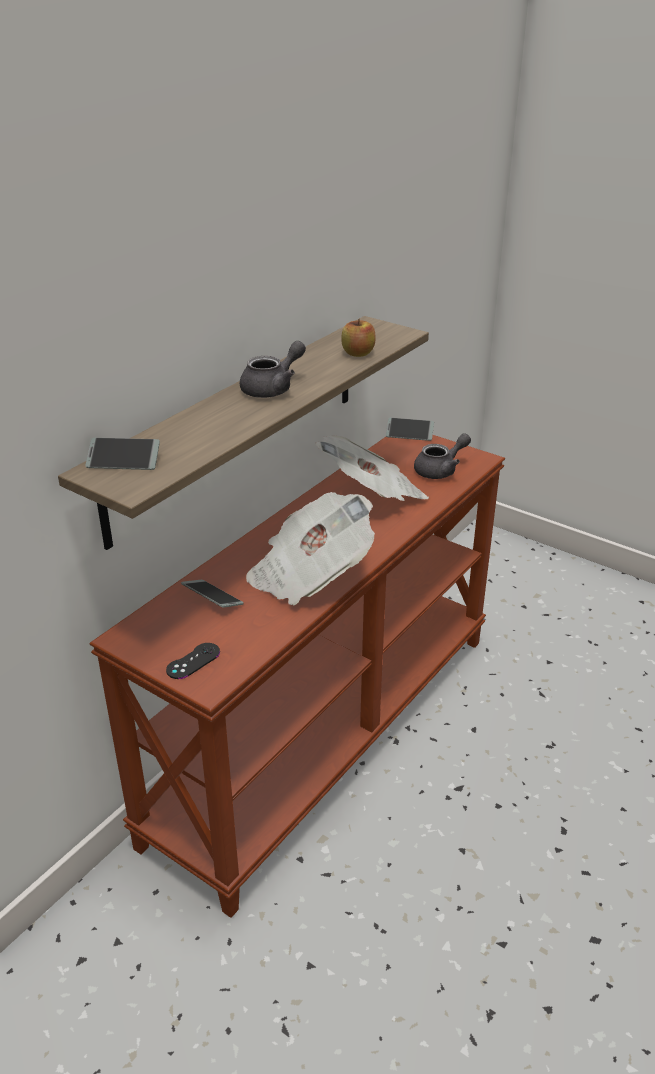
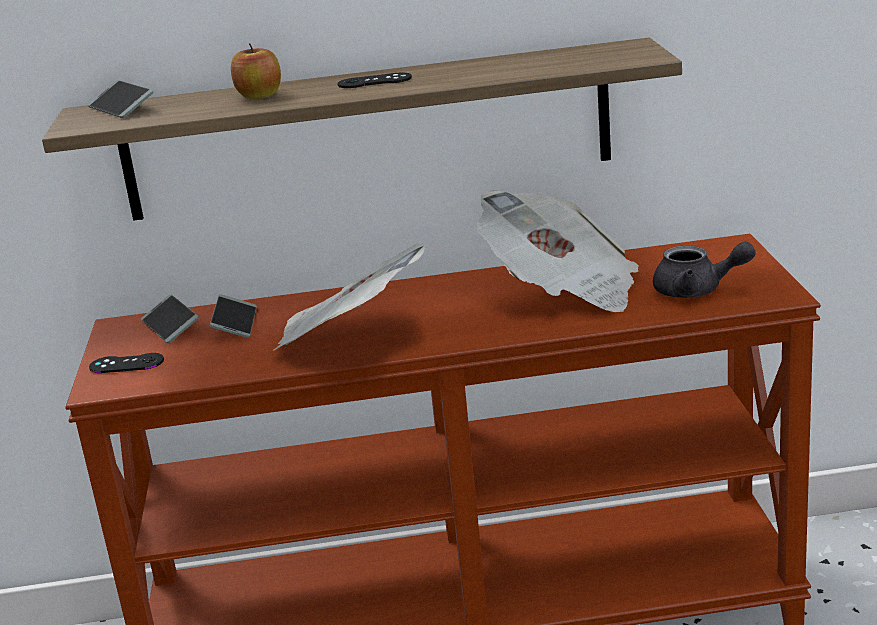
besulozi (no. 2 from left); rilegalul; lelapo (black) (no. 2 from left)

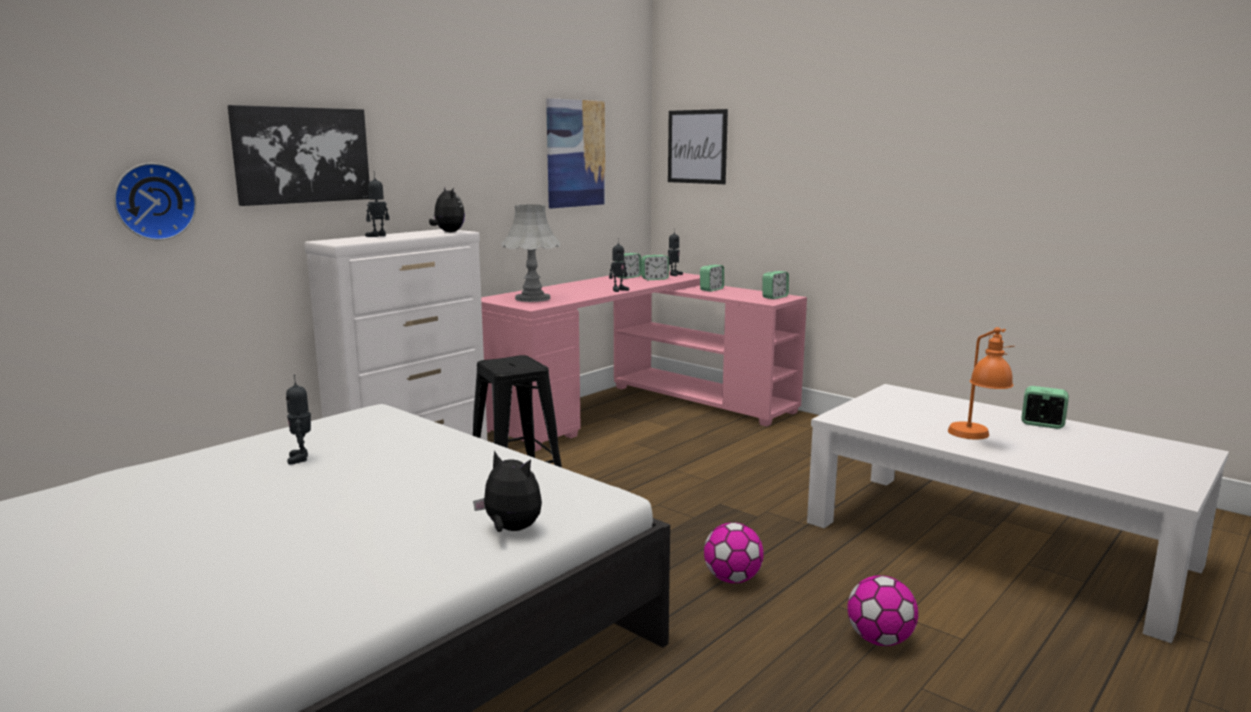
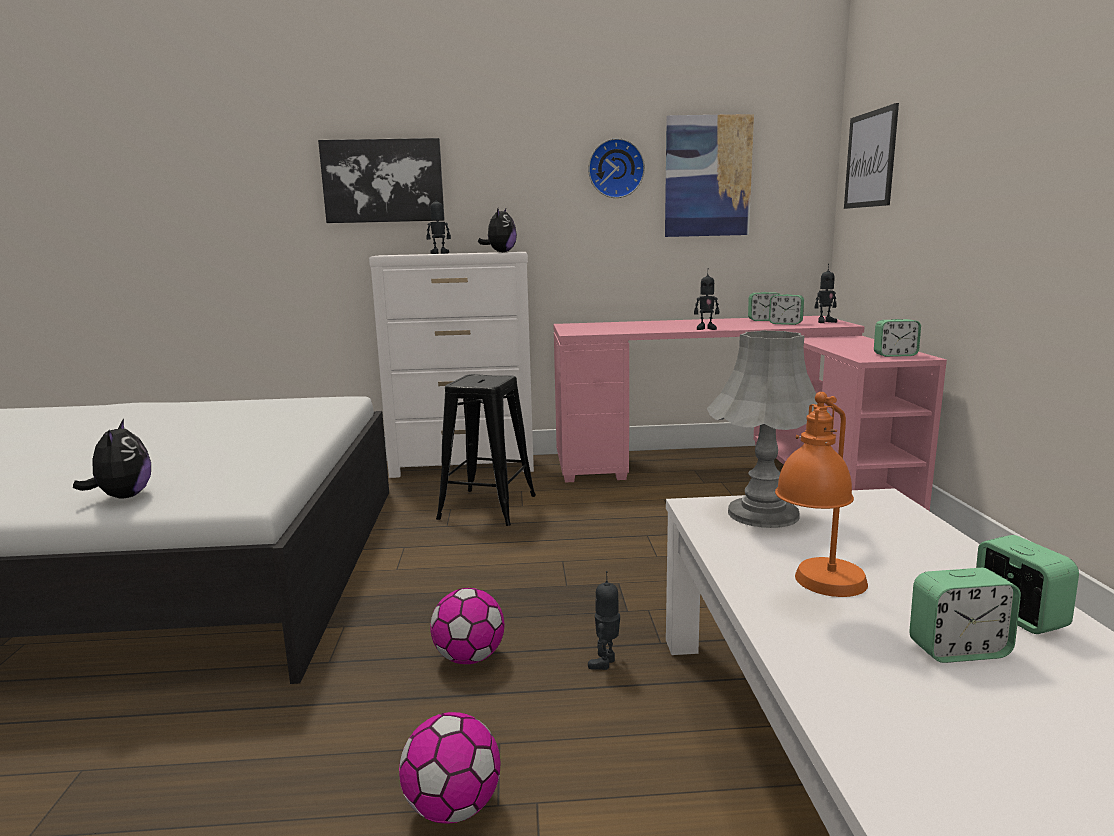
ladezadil; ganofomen (no. 2 from left); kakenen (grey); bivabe (no. 4 from left)

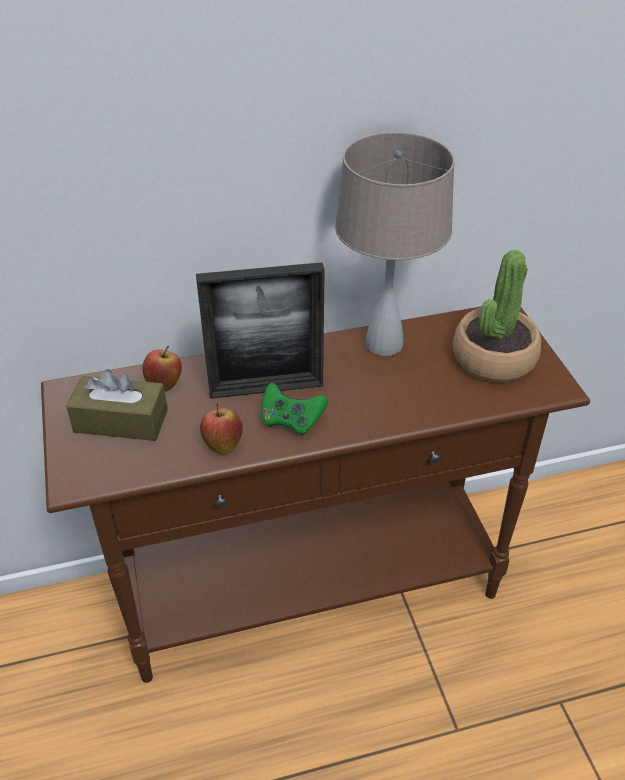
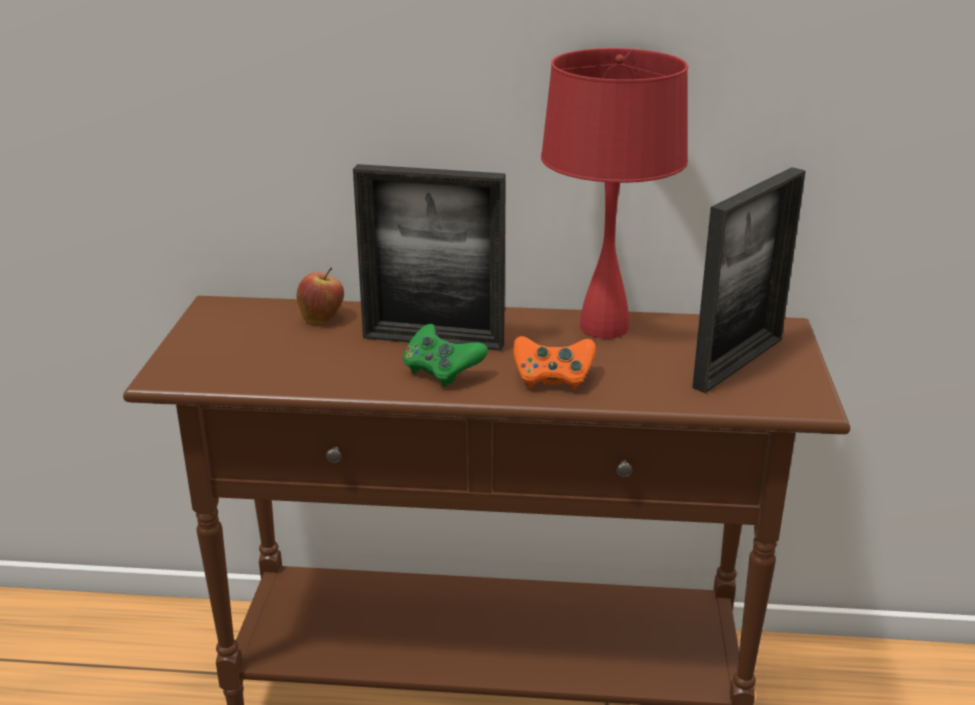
lelapo (orange); kakenen (red); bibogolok (no. 2 from left); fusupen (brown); rilegalul (no. 2 from left in the first image)

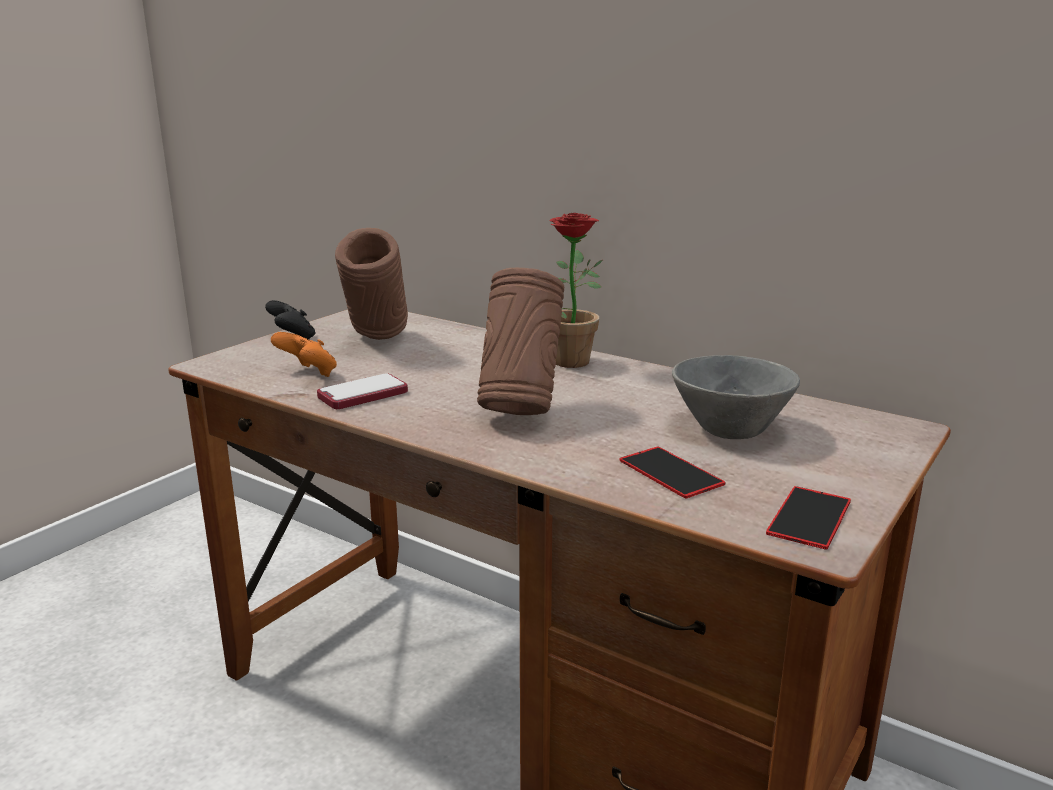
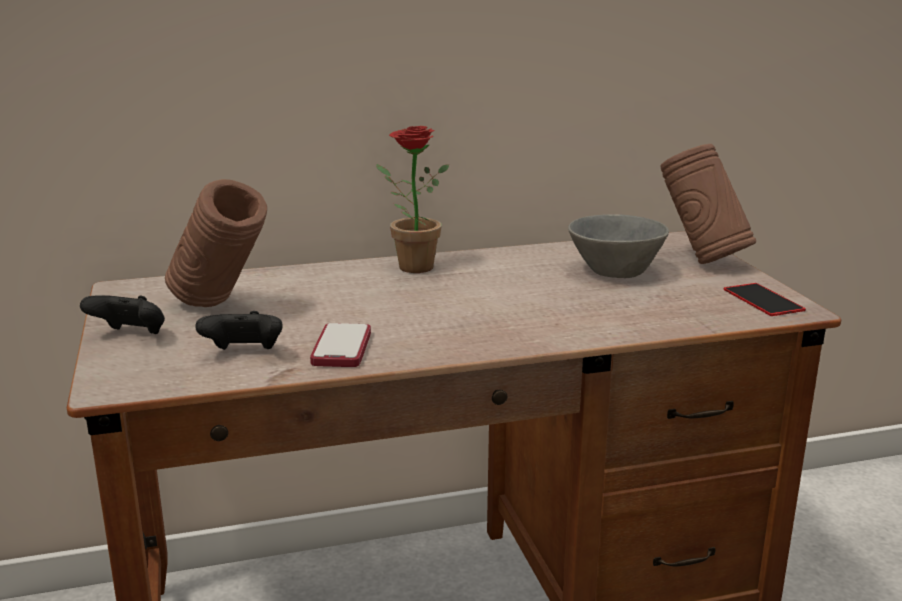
lelapo (black) (no. 2 from left); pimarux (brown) (no. 2 from left); besulozi (no. 2 from left in the first image)

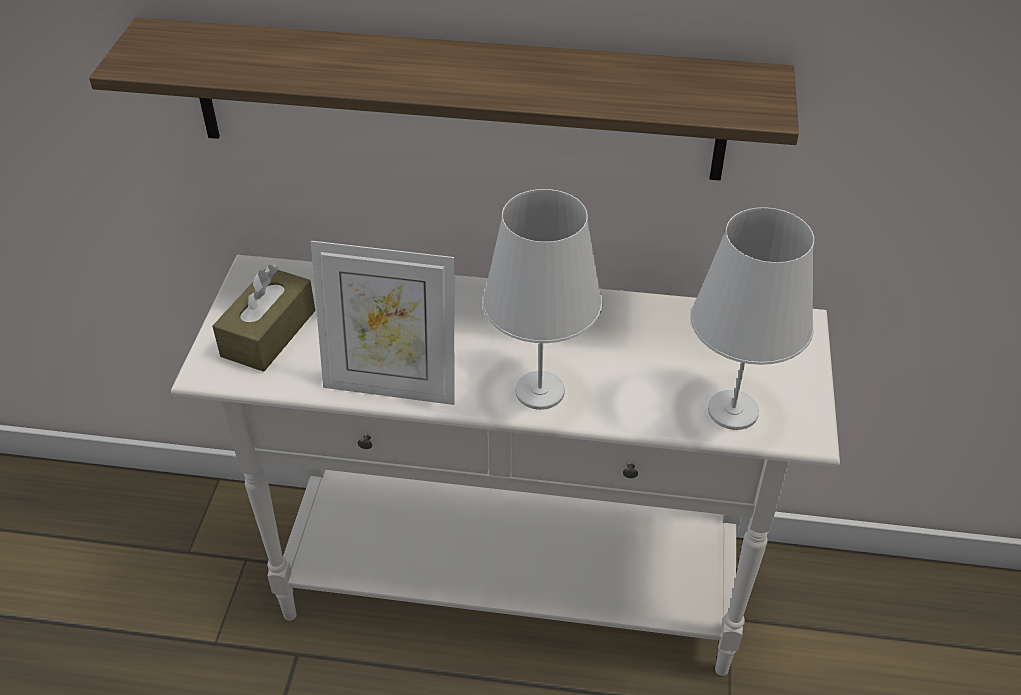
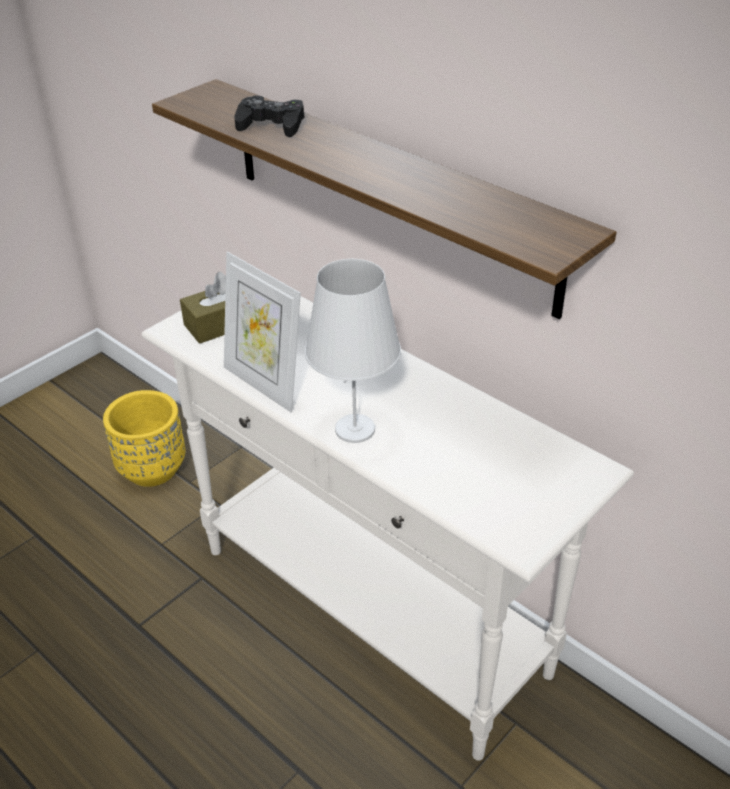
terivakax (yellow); lelapo (black); kakenen (white) (no. 2 from left in the first image)

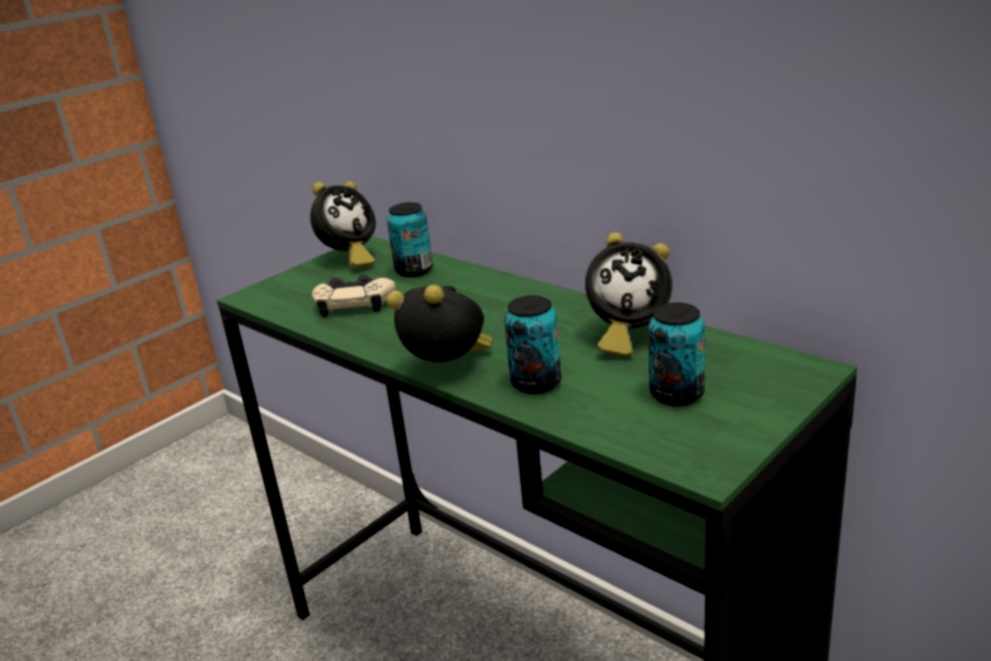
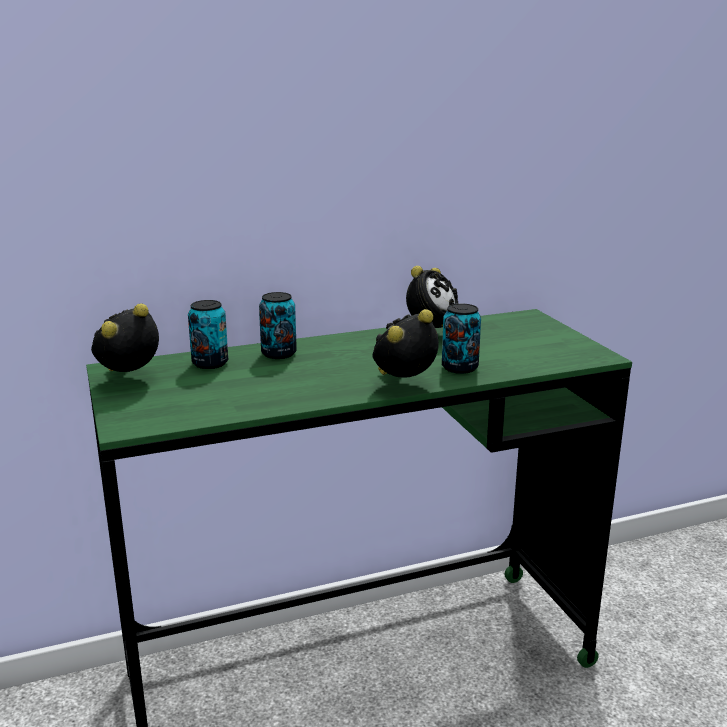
bivabe (no. 1 from left); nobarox (no. 2 from left); lelapo (beige)

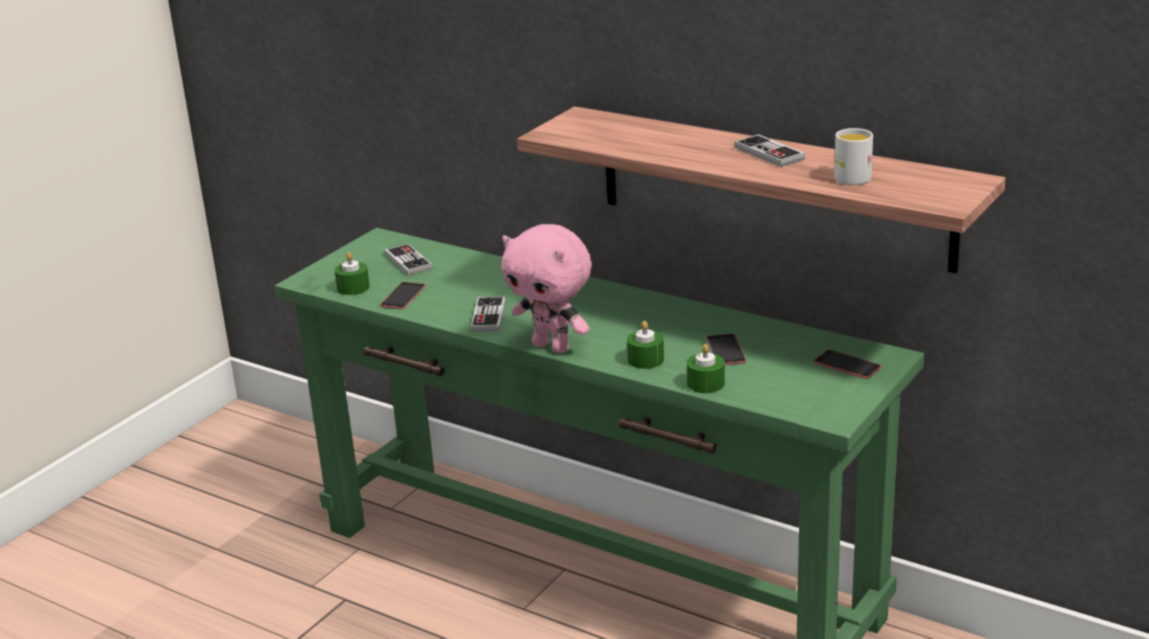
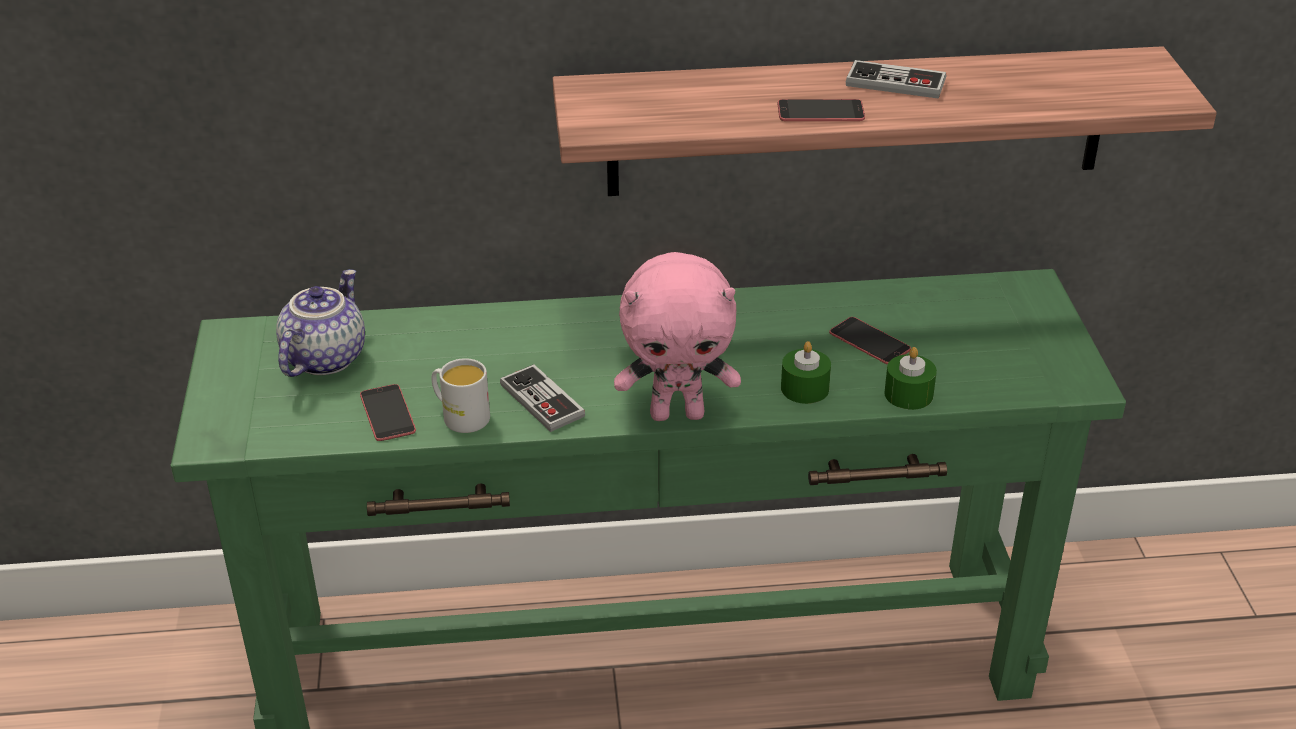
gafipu; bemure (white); besulozi (no. 2 from left); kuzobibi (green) (no. 1 from left in the first image)

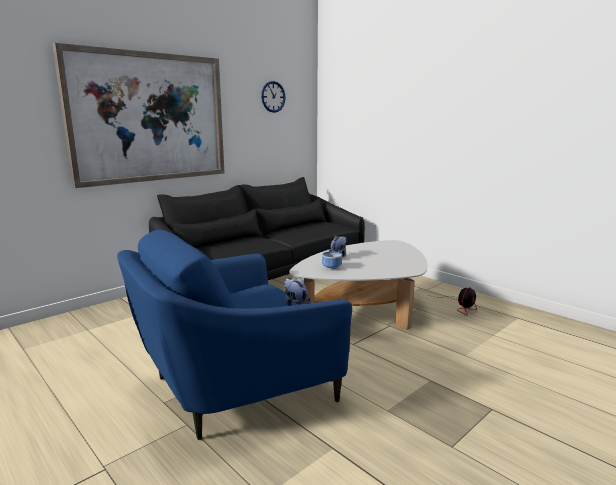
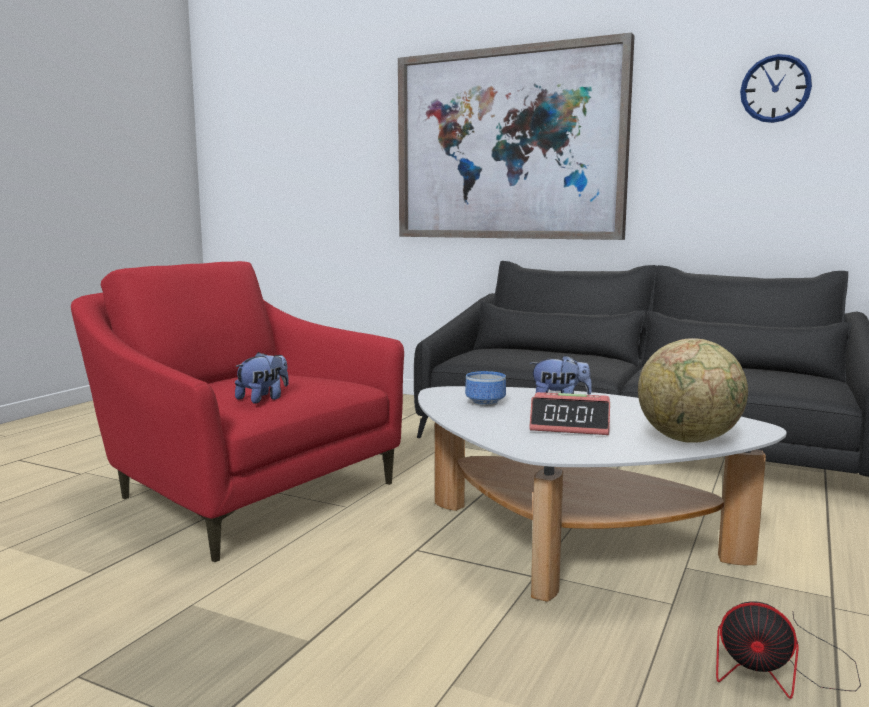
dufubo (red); bivabe; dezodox

